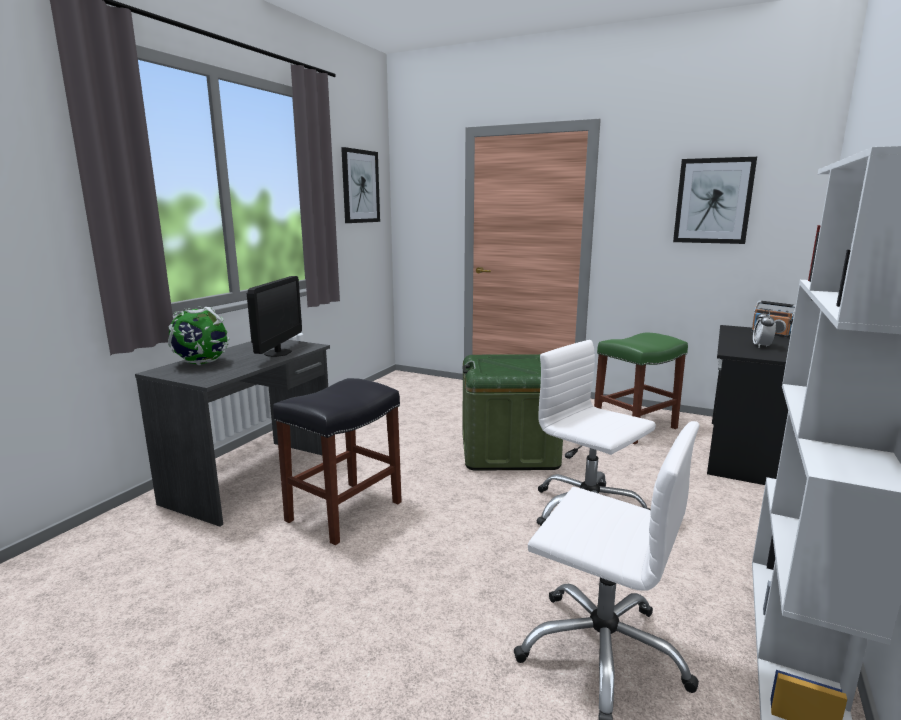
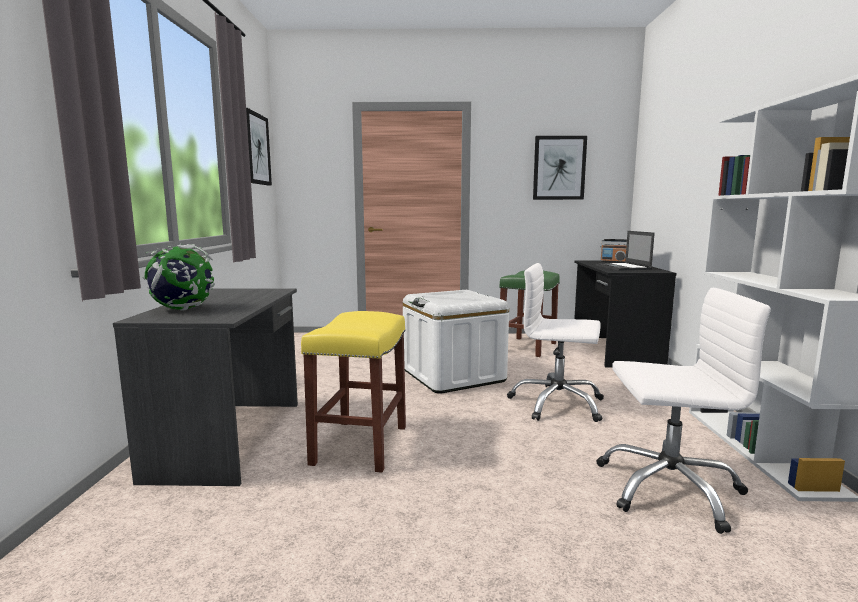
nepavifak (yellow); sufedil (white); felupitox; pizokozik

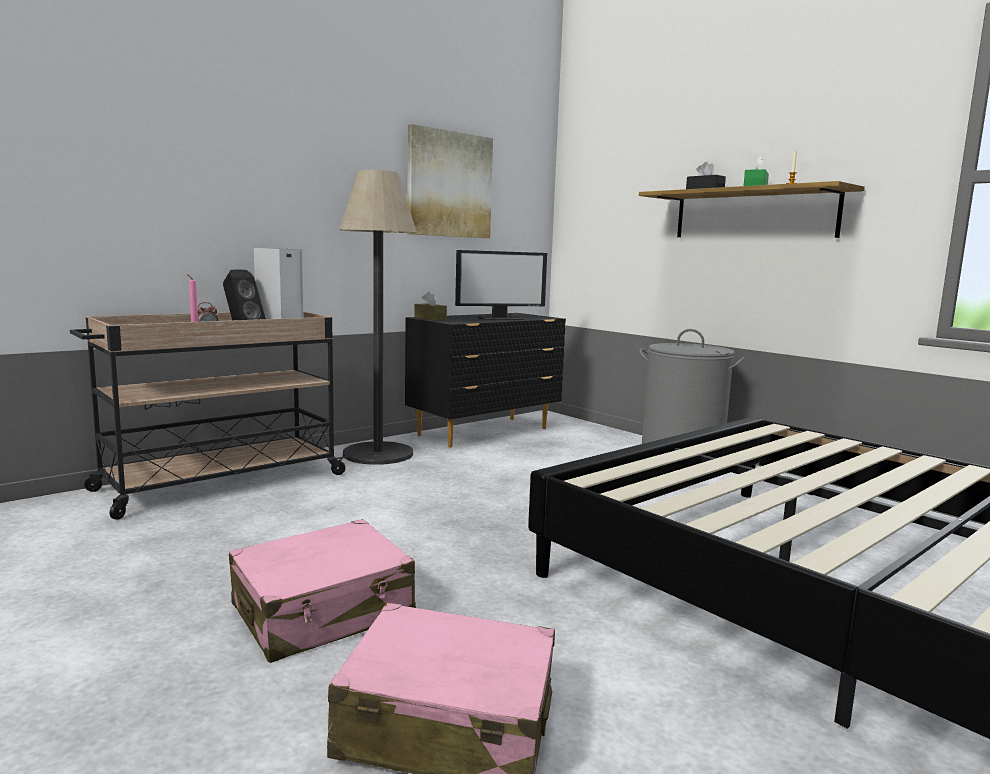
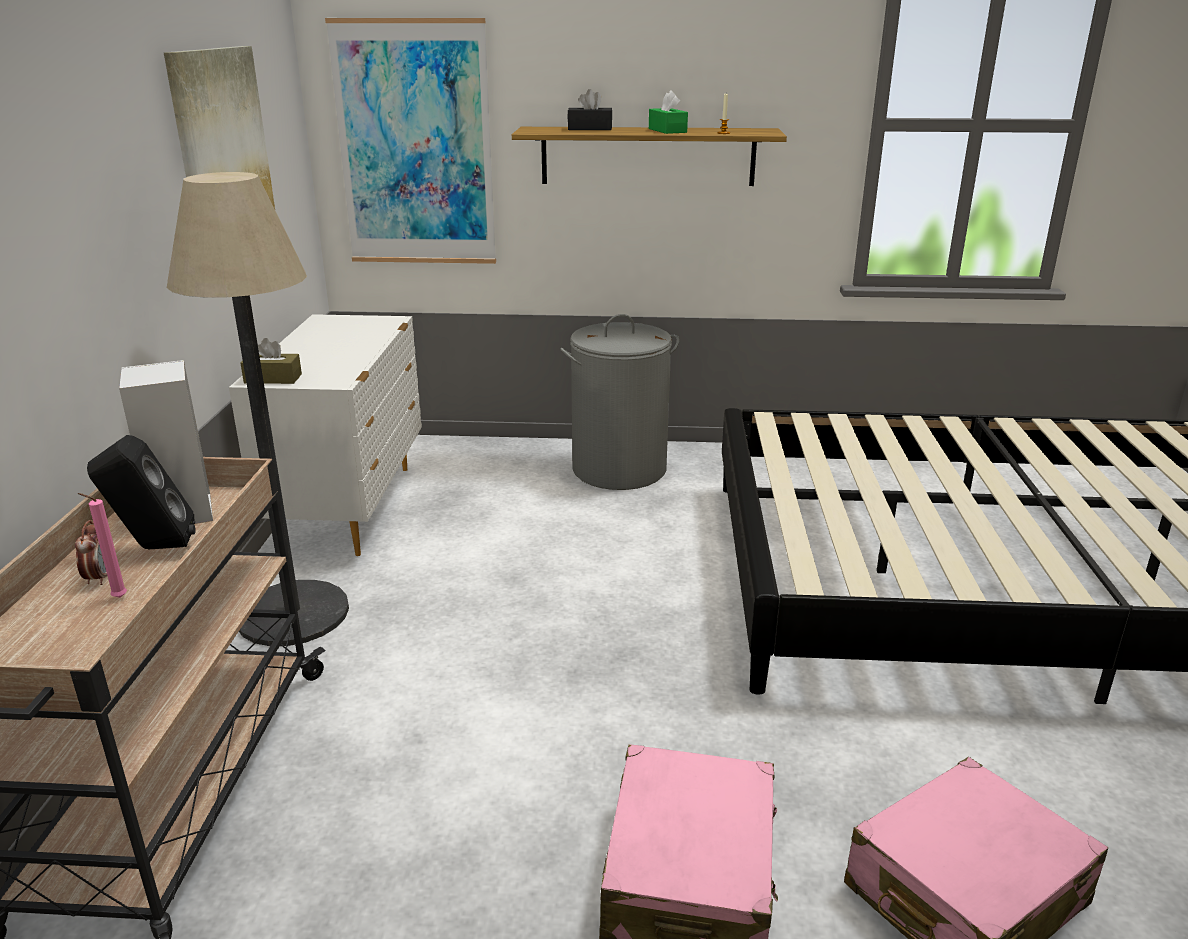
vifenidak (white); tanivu (no. 2 from left); pizokozik

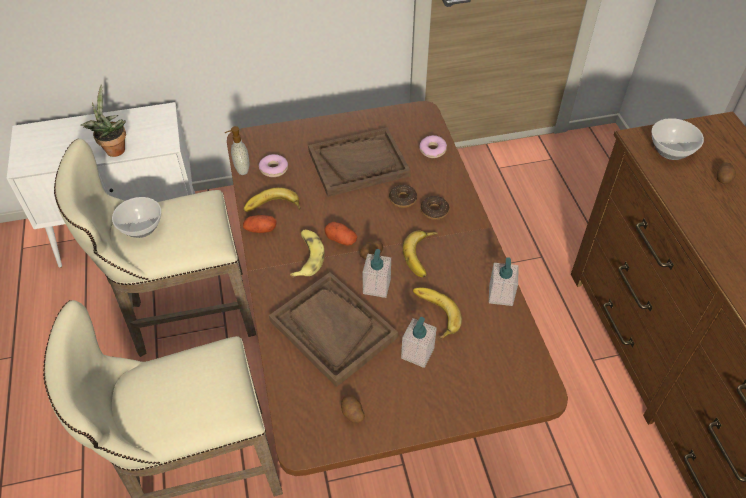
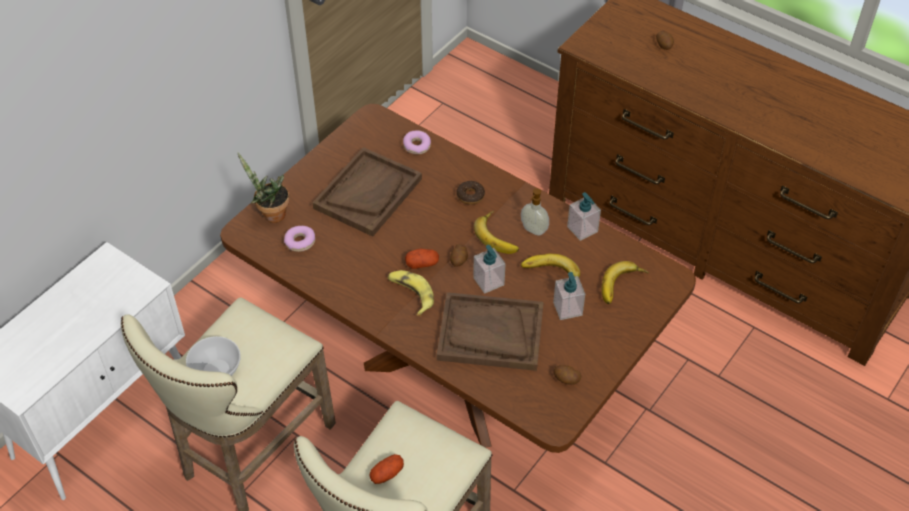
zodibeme; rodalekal (no. 1 from left); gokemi (no. 2 from left); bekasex (no. 4 from left); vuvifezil (no. 2 from left in the first image); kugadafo (no. 2 from left in the first image)

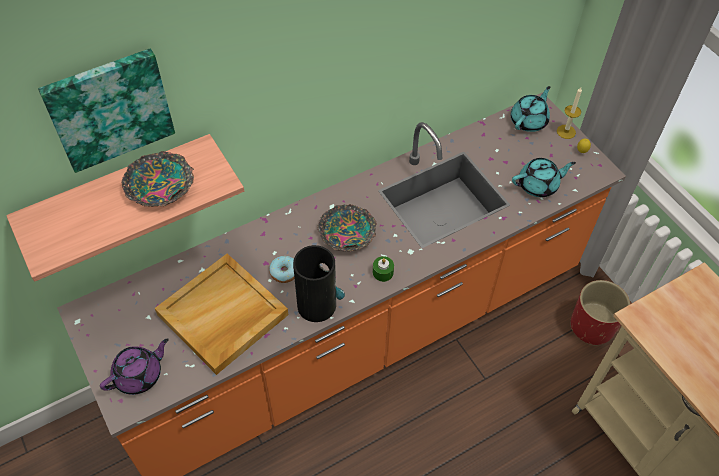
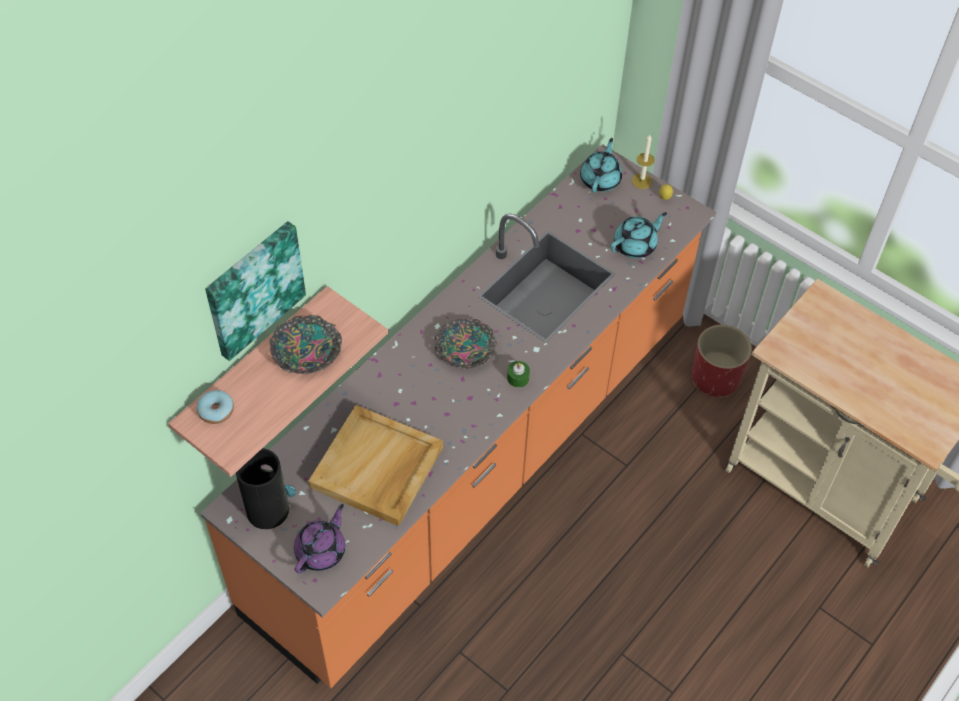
vuvifezil; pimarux

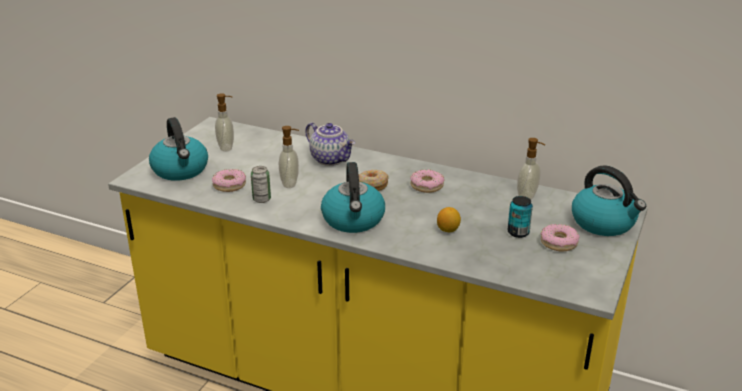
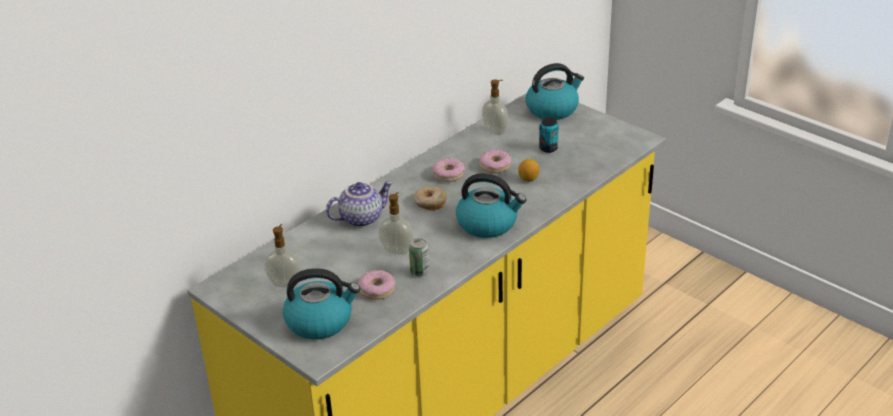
vuvifezil (no. 4 from left)

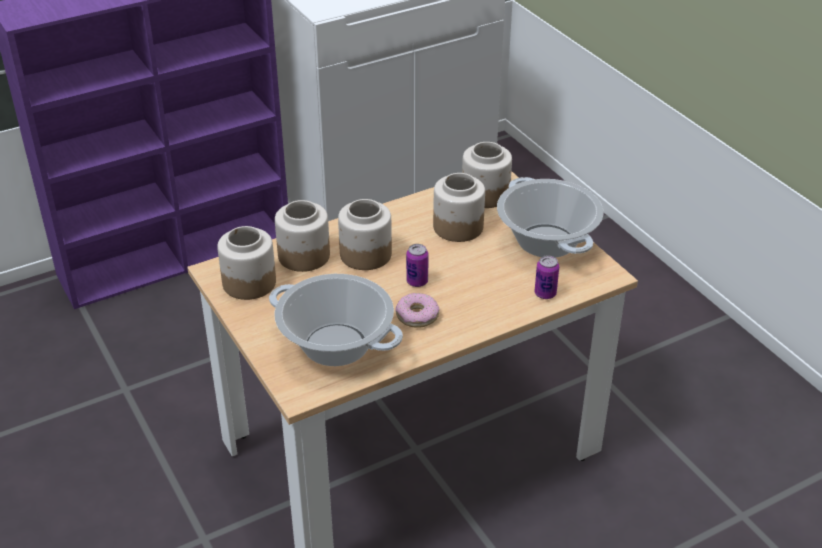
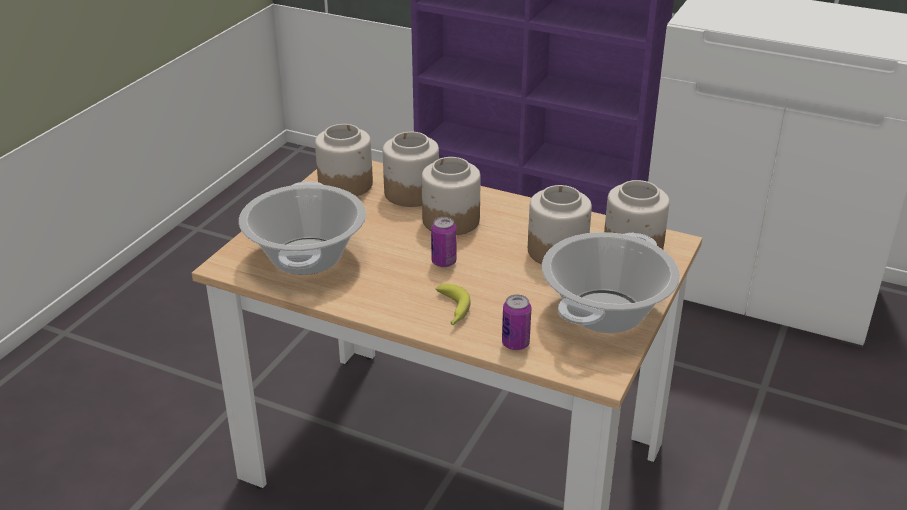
bekasex; vuvifezil

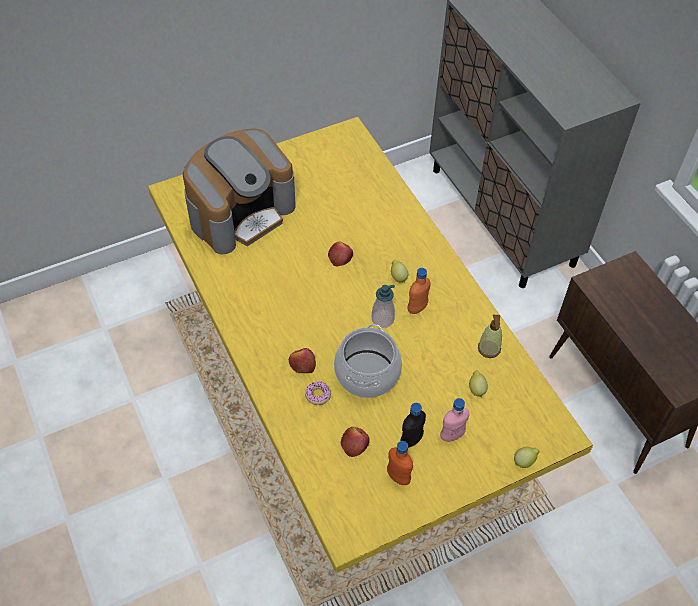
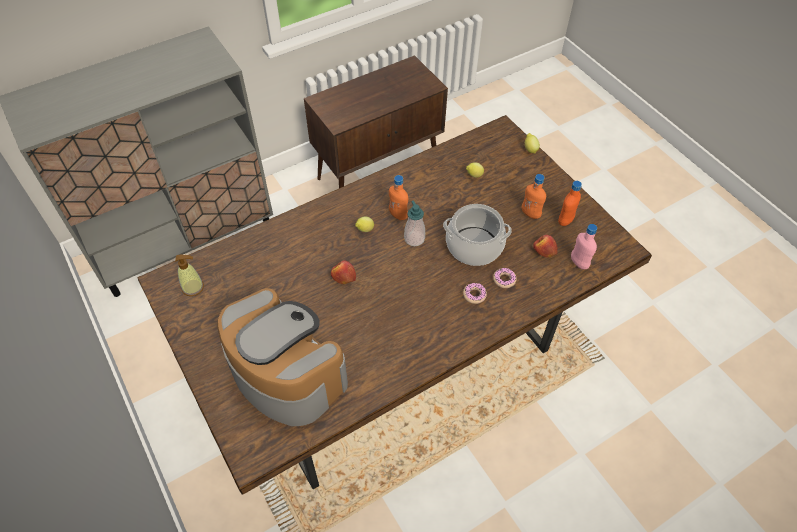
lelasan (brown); gokemi (no. 1 from left); vuvifezil (no. 1 from left); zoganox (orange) (no. 2 from left); zoganox (pink)

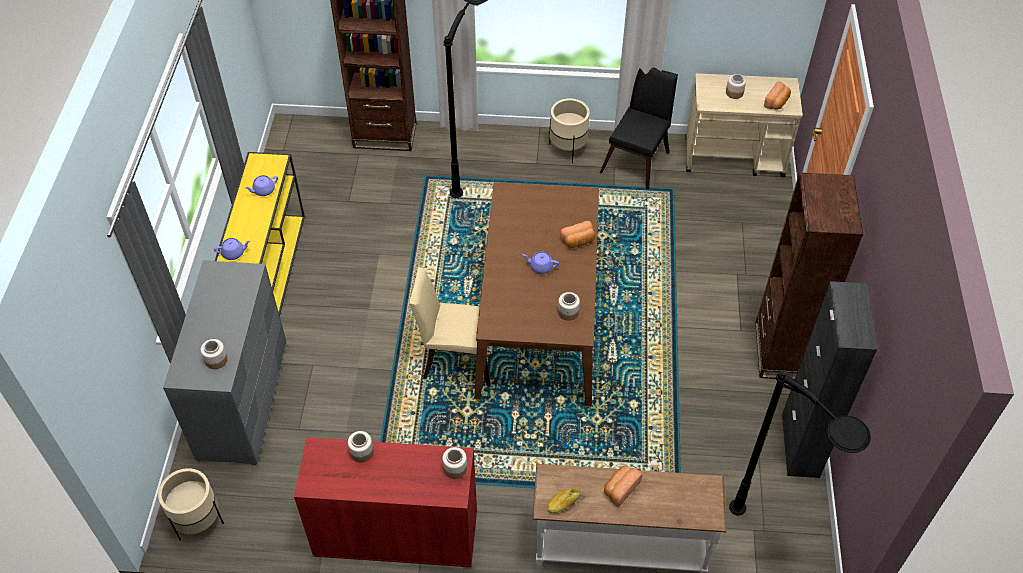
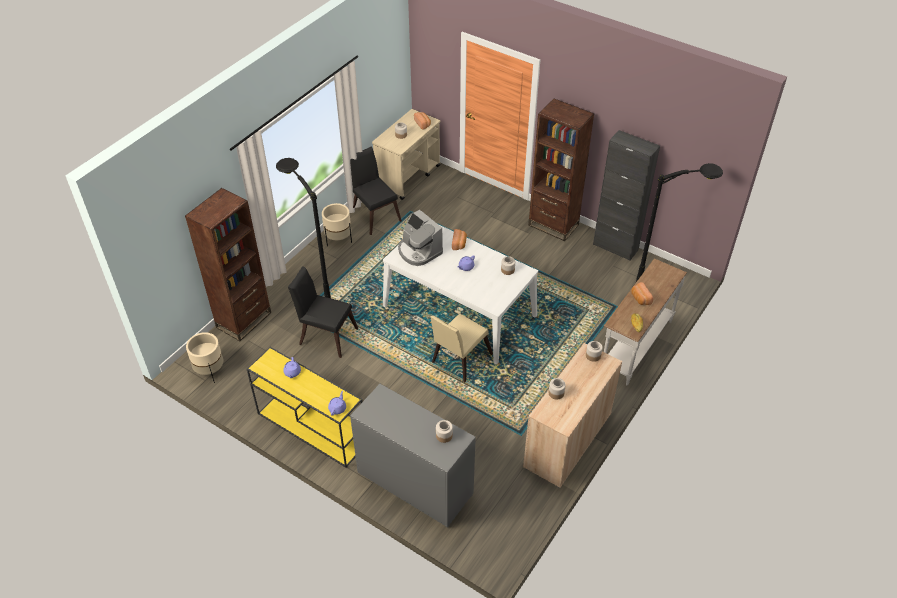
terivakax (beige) (no. 1 from left); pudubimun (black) (no. 1 from left); lelasan (white); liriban; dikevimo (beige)

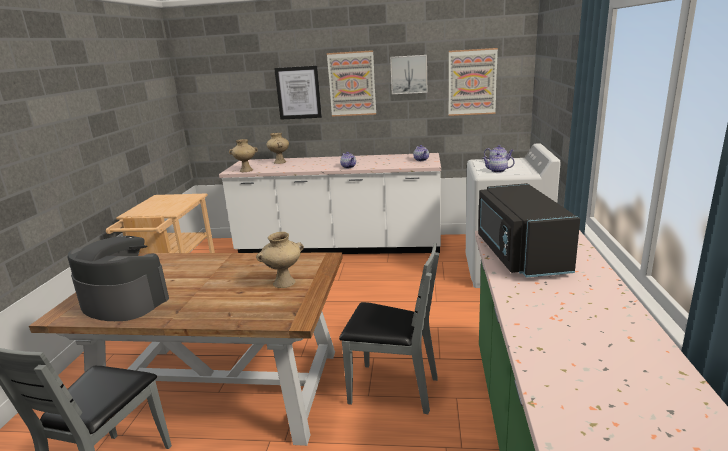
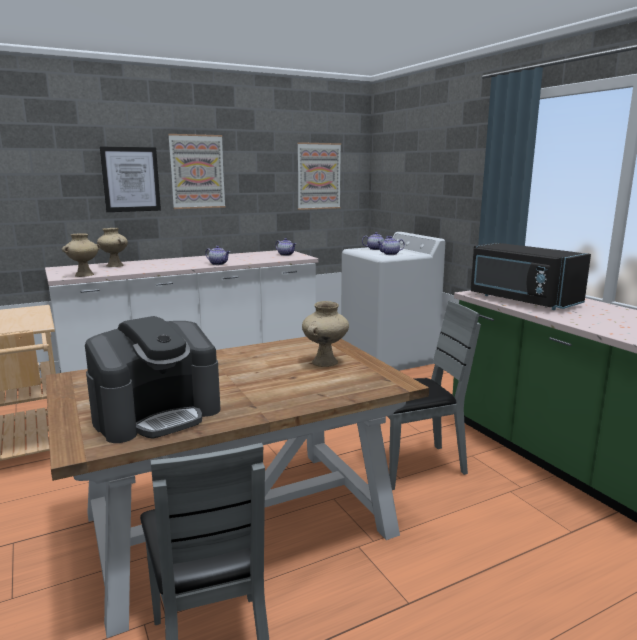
liriban; tanivu (no. 3 from left in the first image)

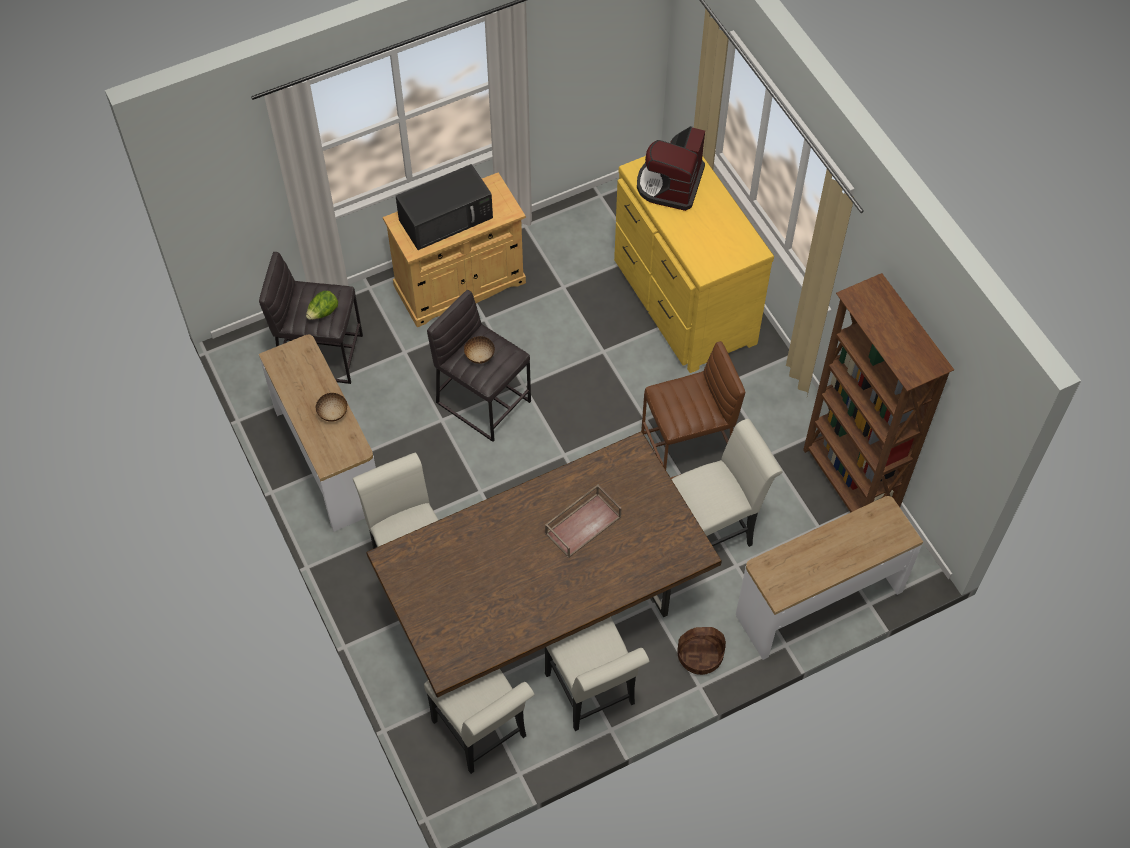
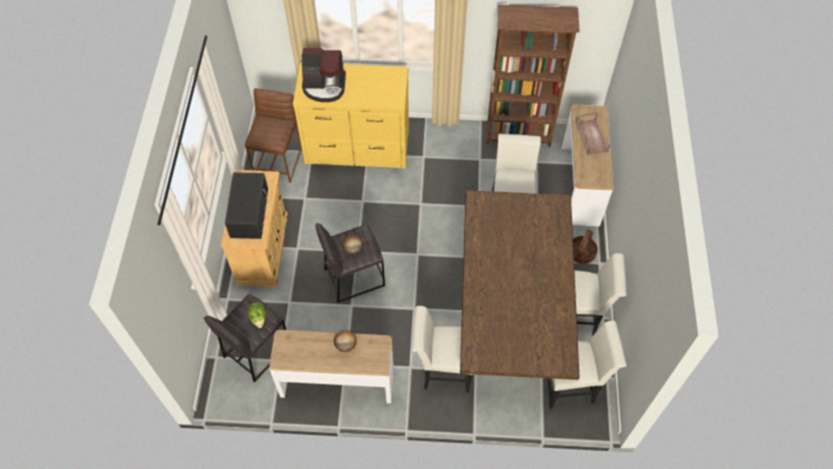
nepavifak (brown); liriban; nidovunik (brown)

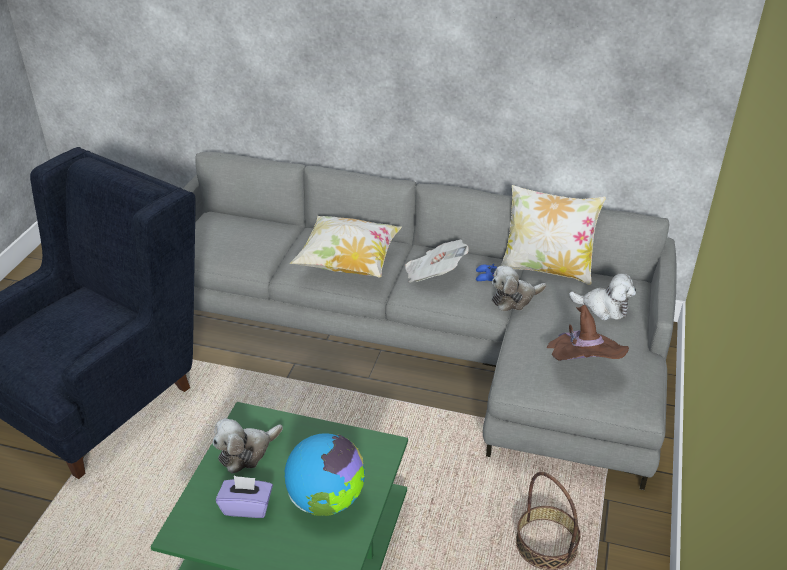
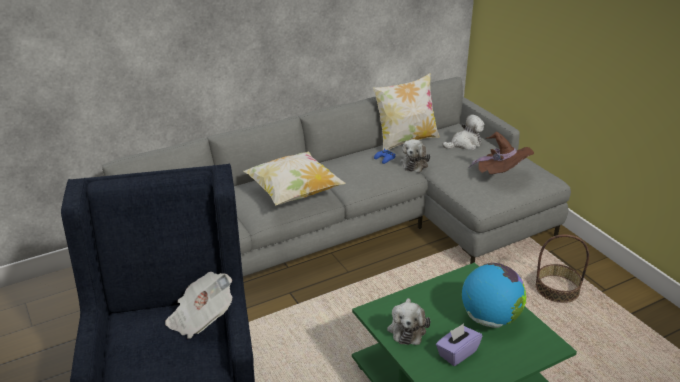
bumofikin

